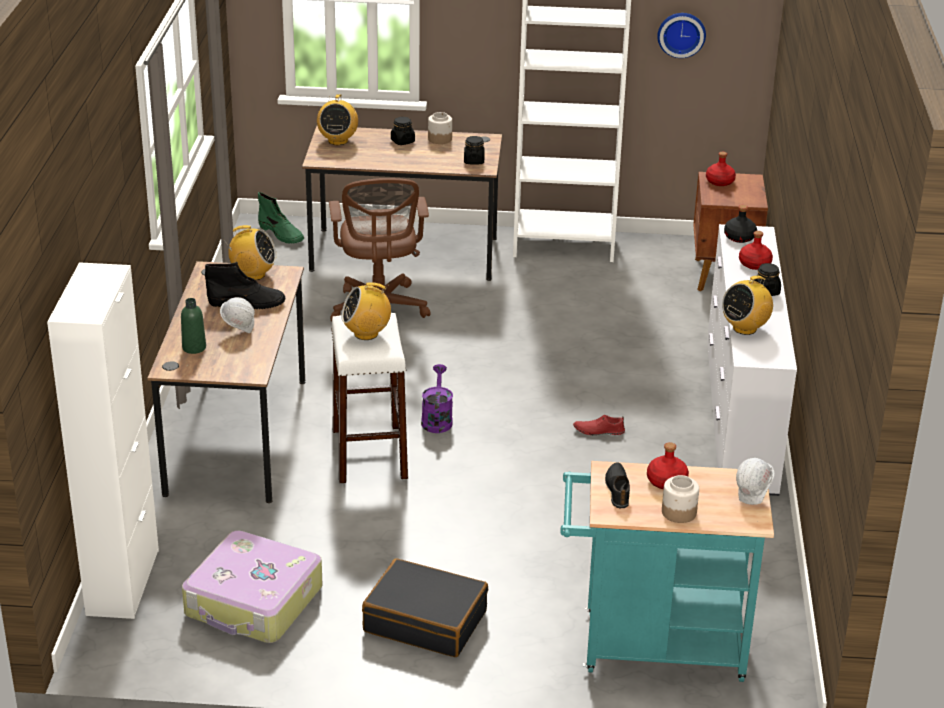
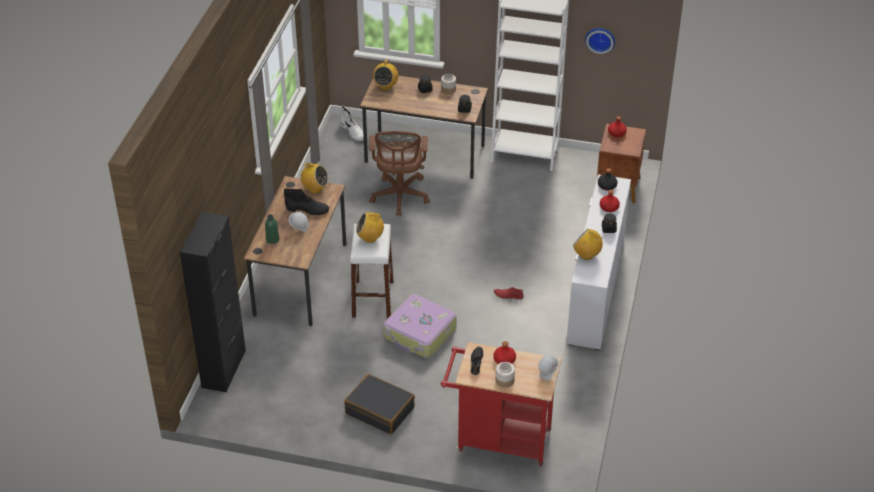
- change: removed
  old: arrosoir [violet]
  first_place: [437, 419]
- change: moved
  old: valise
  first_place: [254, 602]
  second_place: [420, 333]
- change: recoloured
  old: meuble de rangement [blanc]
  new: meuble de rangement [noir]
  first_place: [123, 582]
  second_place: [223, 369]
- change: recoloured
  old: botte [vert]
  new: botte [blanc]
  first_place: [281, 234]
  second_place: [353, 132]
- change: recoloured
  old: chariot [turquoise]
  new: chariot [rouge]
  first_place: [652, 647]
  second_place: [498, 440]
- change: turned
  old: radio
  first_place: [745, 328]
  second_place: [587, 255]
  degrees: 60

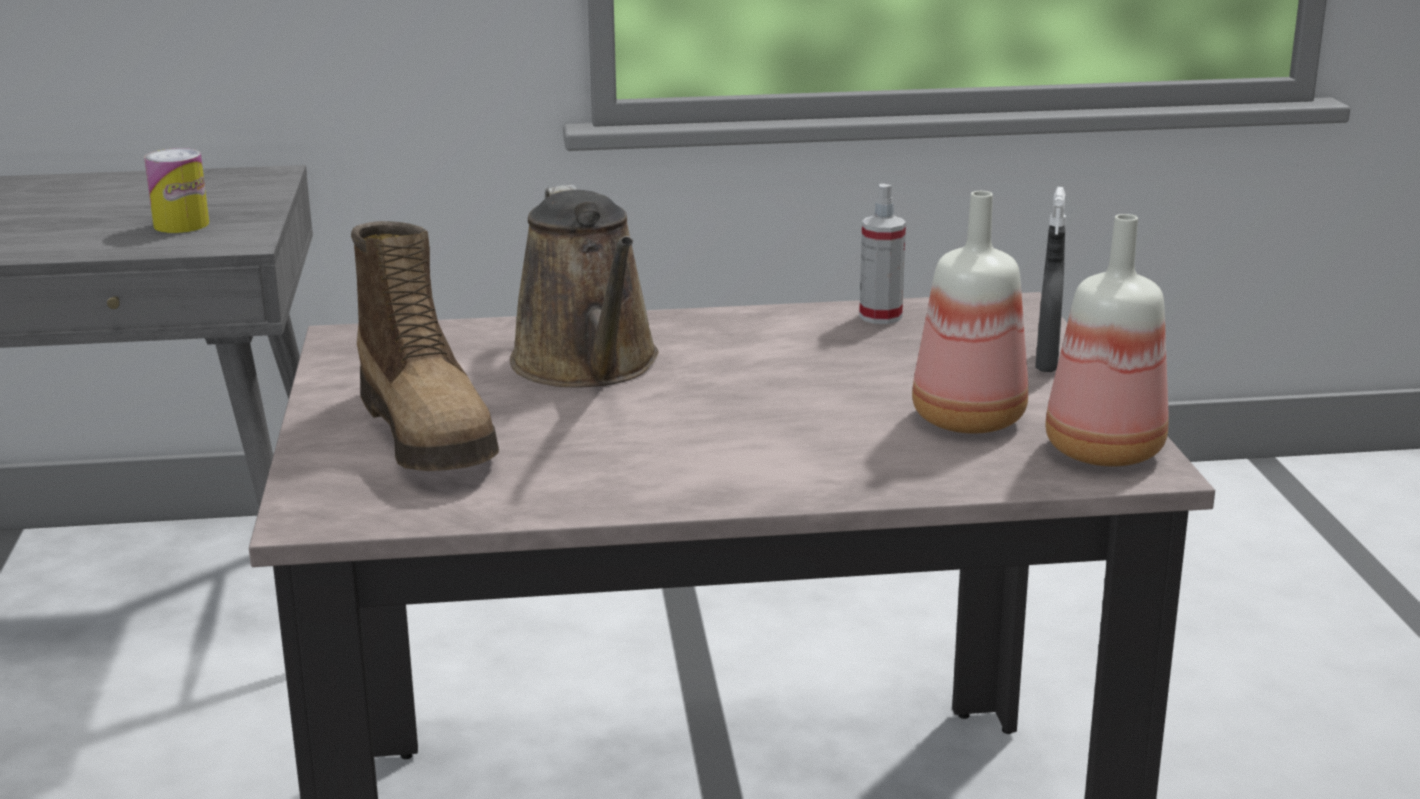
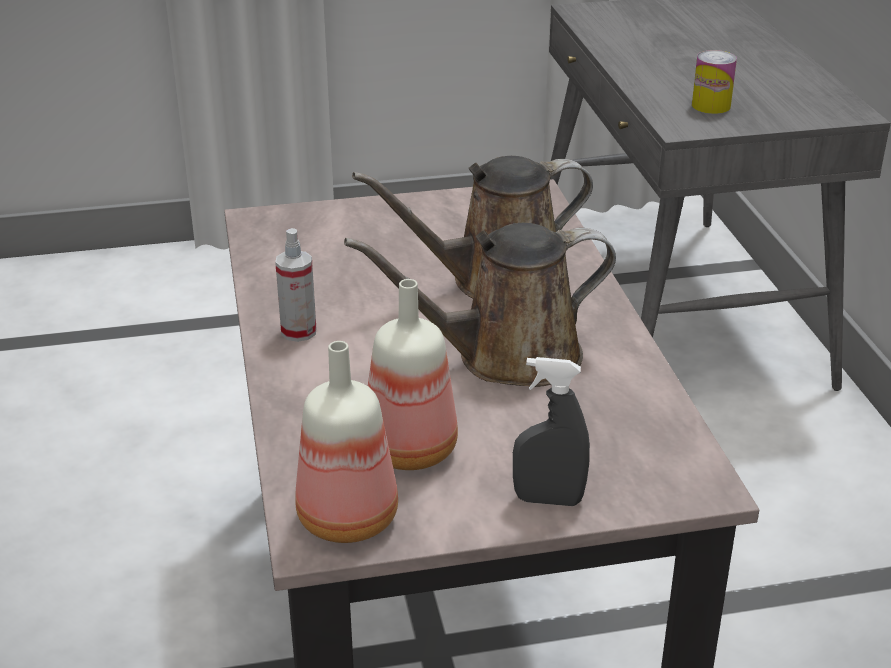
- change: removed
  old: botte
  first_place: [429, 433]
- change: added
  new: arrosoir [marron]
  second_place: [506, 357]
- change: moved
  old: vaporisateur
  first_place: [880, 316]
  second_place: [298, 331]

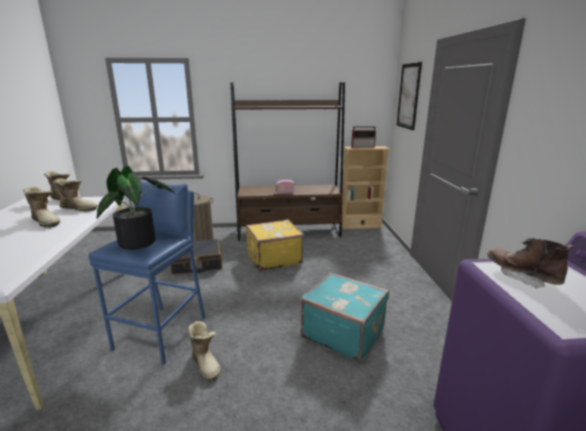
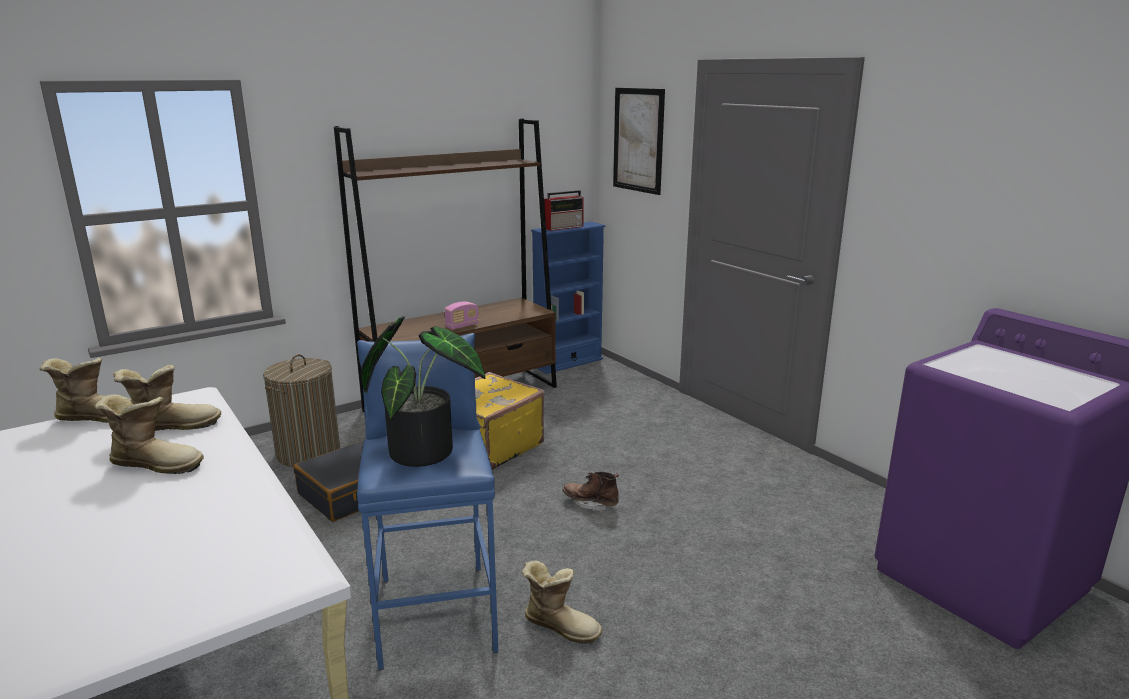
- change: removed
  old: valise [turquoise]
  first_place: [343, 332]
- change: moved
  old: botte [marron]
  first_place: [521, 277]
  second_place: [590, 503]
- change: recoloured
  old: bibliothèque [beige]
  new: bibliothèque [bleu]
  first_place: [361, 226]
  second_place: [568, 363]

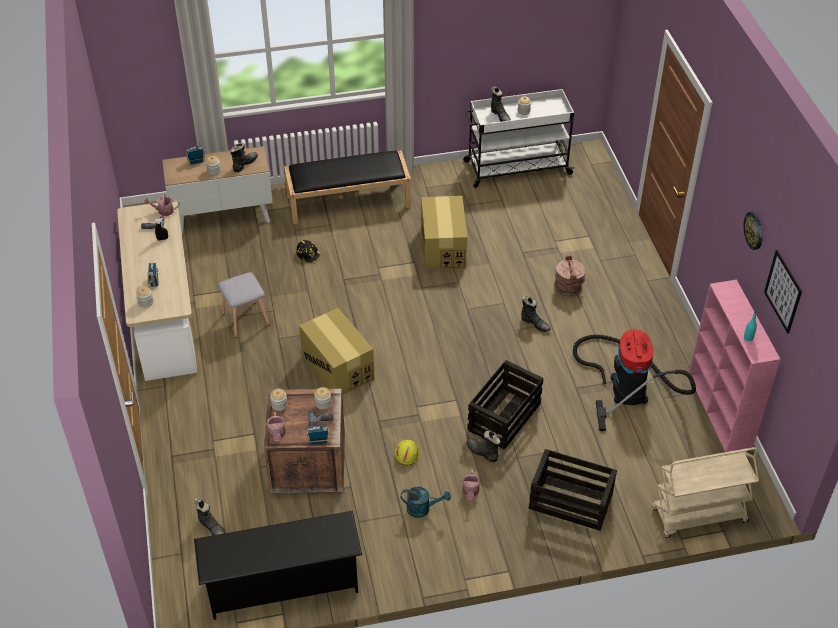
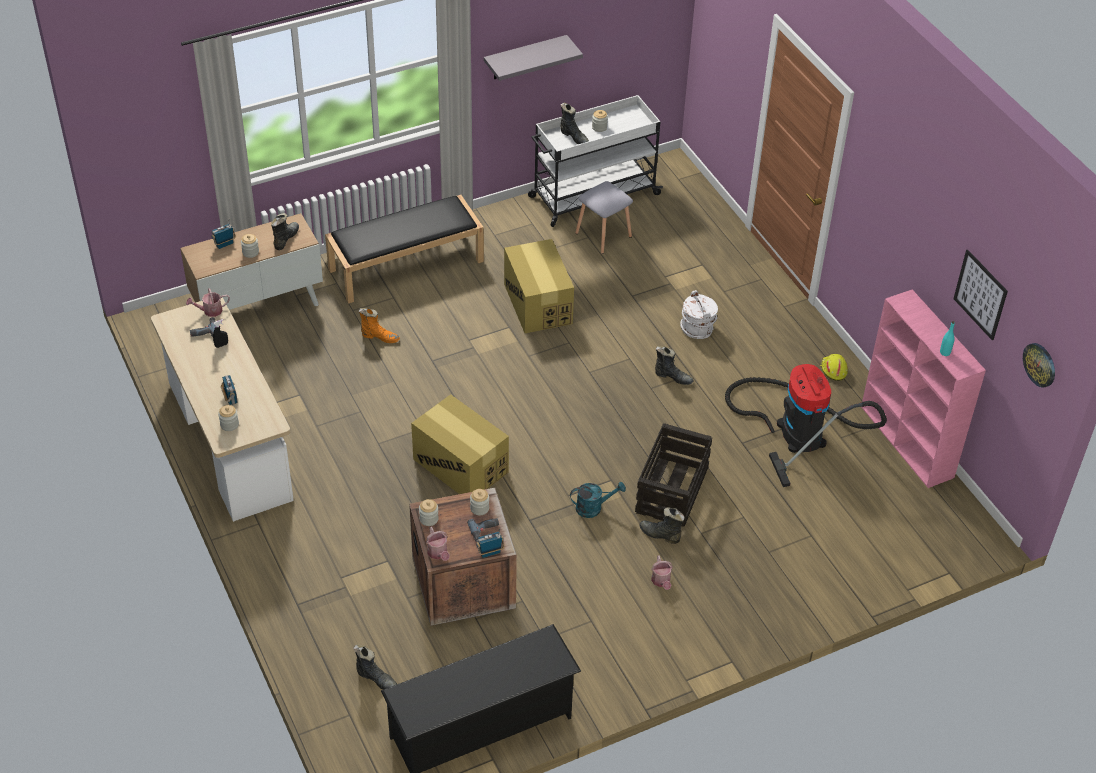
- change: removed
  old: caisse
  first_place: [571, 502]
- change: removed
  old: chariot [beige]
  first_place: [698, 516]
- change: added
  new: étagère [gris]
  second_place: [525, 58]
- change: moved
  old: tabouret [gris]
  first_place: [246, 319]
  second_place: [604, 235]
- change: moved
  old: casque de chantier [jaune]
  first_place: [406, 454]
  second_place: [833, 370]
- change: moved
  old: arrosoir [turquoise]
  first_place: [422, 509]
  second_place: [593, 508]
- change: moved
  old: horloge murale
  first_place: [754, 230]
  second_place: [1040, 364]
- change: replaced
  old: casque de chantier [noir]
  new: botte [orange]
  first_place: [308, 254]
  second_place: [379, 337]
- change: recoloured
  old: seau [marron]
  new: seau [blanc]
  first_place: [568, 287]
  second_place: [697, 328]

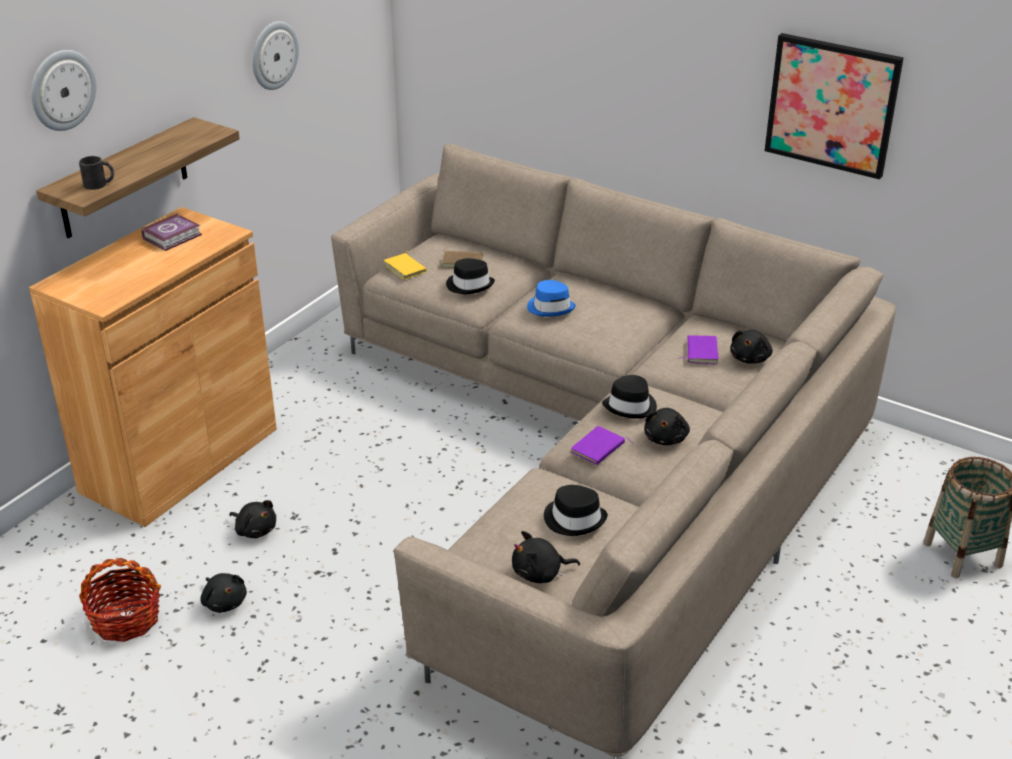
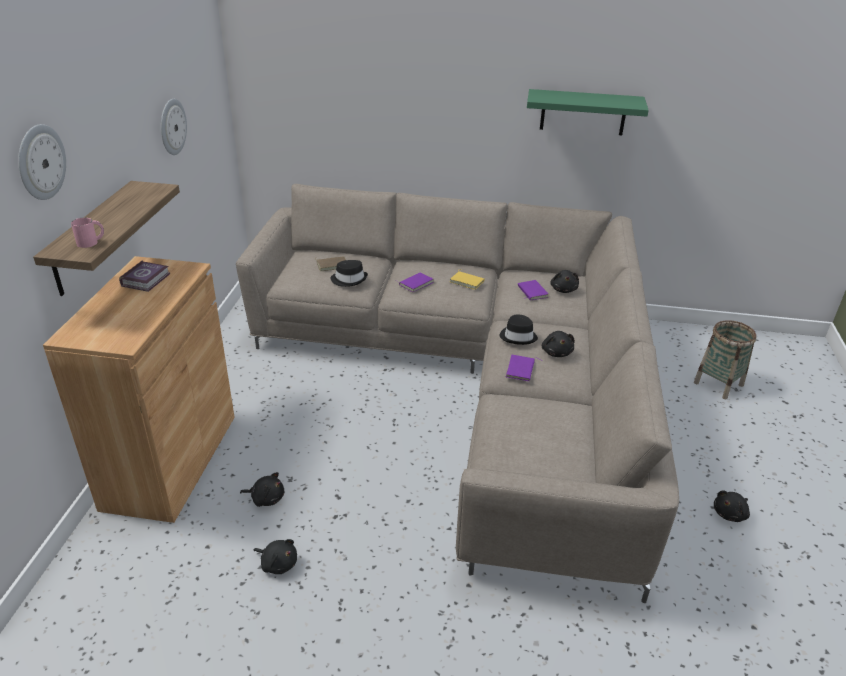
- change: removed
  old: panier
  first_place: [125, 619]
- change: removed
  old: chapeau [noir]
  first_place: [574, 519]
- change: moved
  old: livre [jaune]
  first_place: [406, 268]
  second_place: [467, 281]
- change: moved
  old: peluche [noir]
  first_place: [540, 573]
  second_place: [730, 514]
- change: replaced
  old: chapeau [bleu]
  new: livre [violet]
  first_place: [550, 307]
  second_place: [415, 283]
- change: replaced
  old: tableau
  new: étagère [vert]
  first_place: [832, 105]
  second_place: [583, 112]
- change: recoloured
  old: mug [noir]
  new: mug [rose]
  first_place: [99, 184]
  second_place: [91, 242]

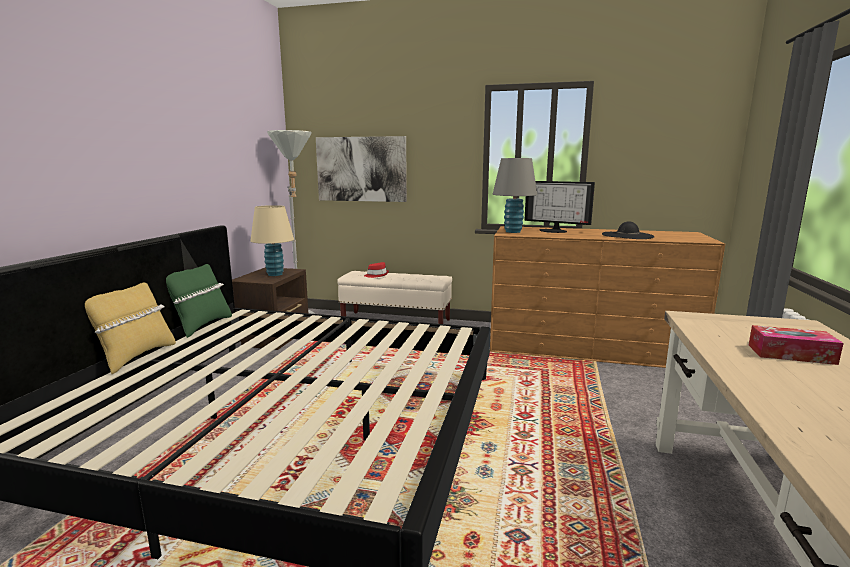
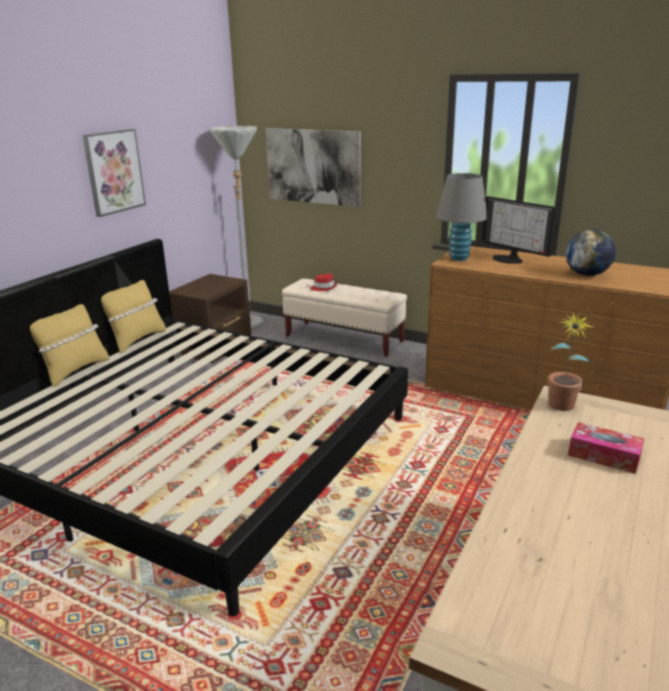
- change: removed
  old: lampe de table [beige]
  first_place: [275, 274]
- change: added
  new: tableau
  second_place: [114, 172]
- change: added
  new: plante en pot
  second_place: [561, 408]
- change: replaced
  old: chapeau [noir]
  new: globe
  first_place: [627, 235]
  second_place: [587, 274]
- change: recoloured
  old: coussin [vert]
  new: coussin [jaune]
  first_place: [201, 326]
  second_place: [136, 340]

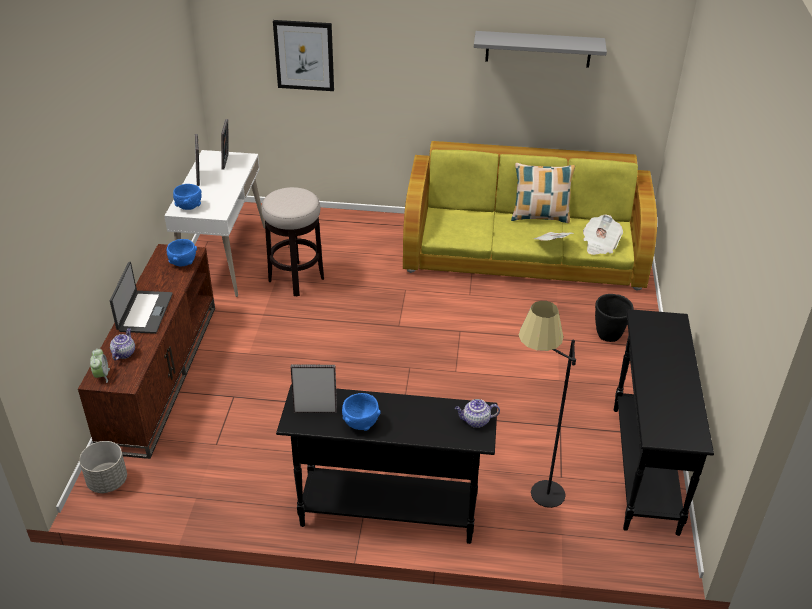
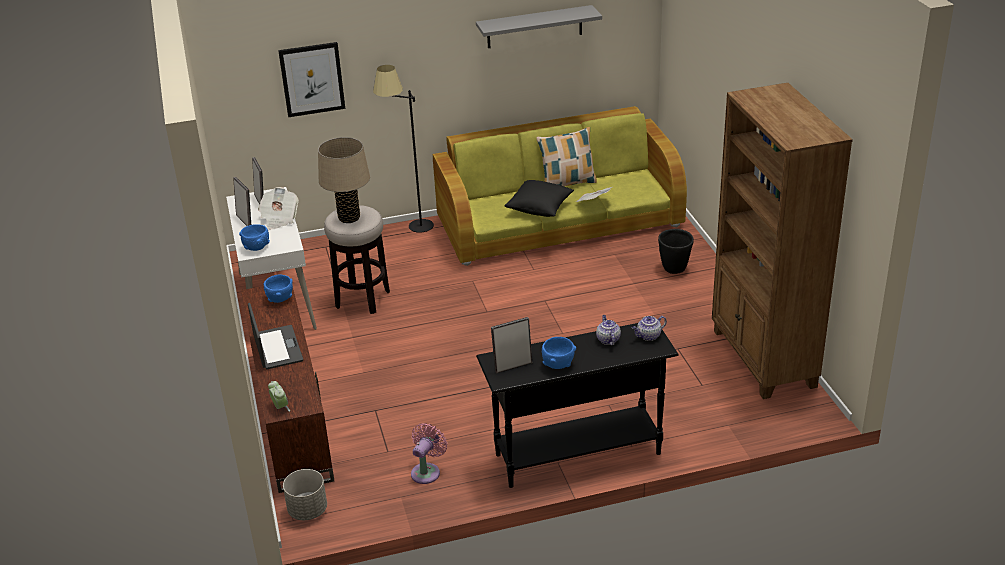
- change: added
  new: lampe de table [beige]
  second_place: [349, 218]
- change: added
  new: ventilateur [rose]
  second_place: [427, 471]
- change: added
  new: coussin [noir]
  second_place: [540, 208]
- change: moved
  old: théière
  first_place: [124, 353]
  second_place: [607, 339]
- change: moved
  old: lampadaire [noir]
  first_place: [532, 496]
  second_place: [411, 229]
- change: moved
  old: journal
  first_place: [599, 244]
  second_place: [279, 218]
- change: replaced
  old: table console [noir]
  new: bibliothèque [marron]
  first_place: [644, 468]
  second_place: [763, 359]

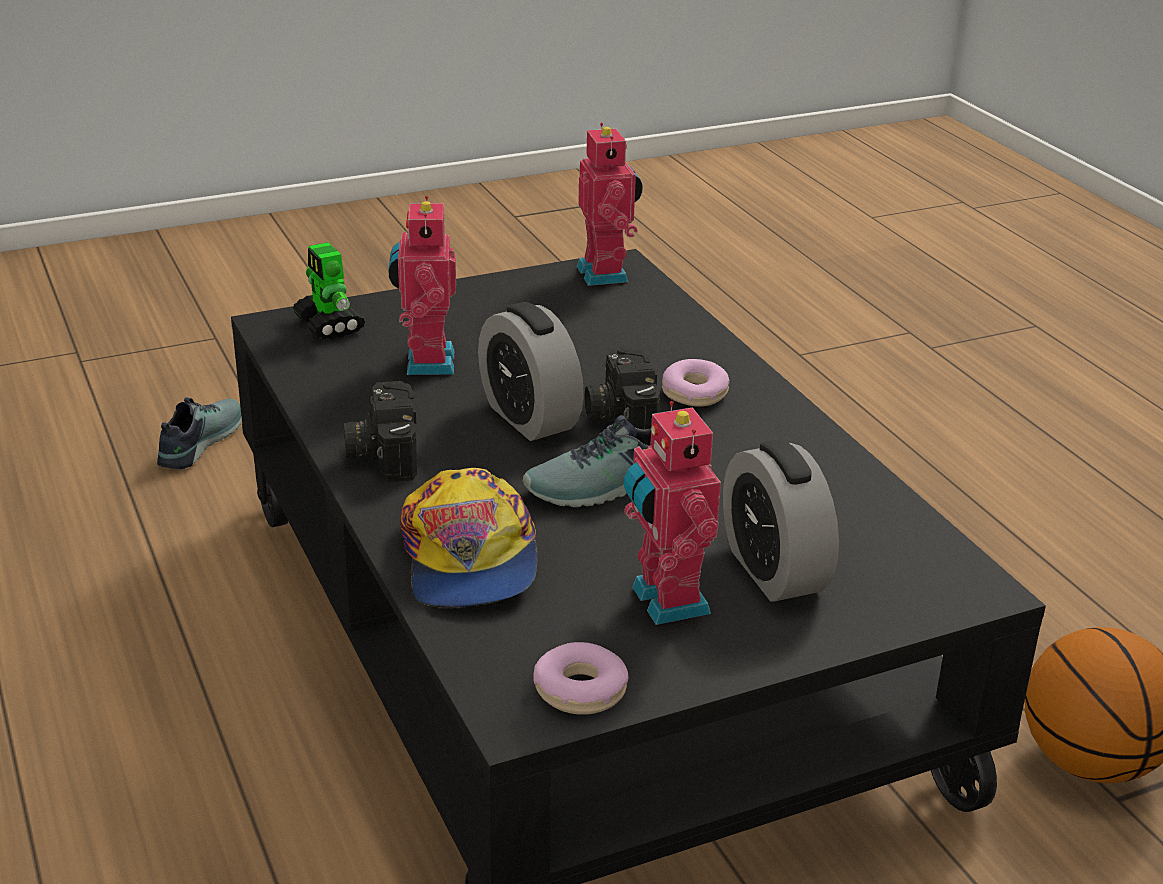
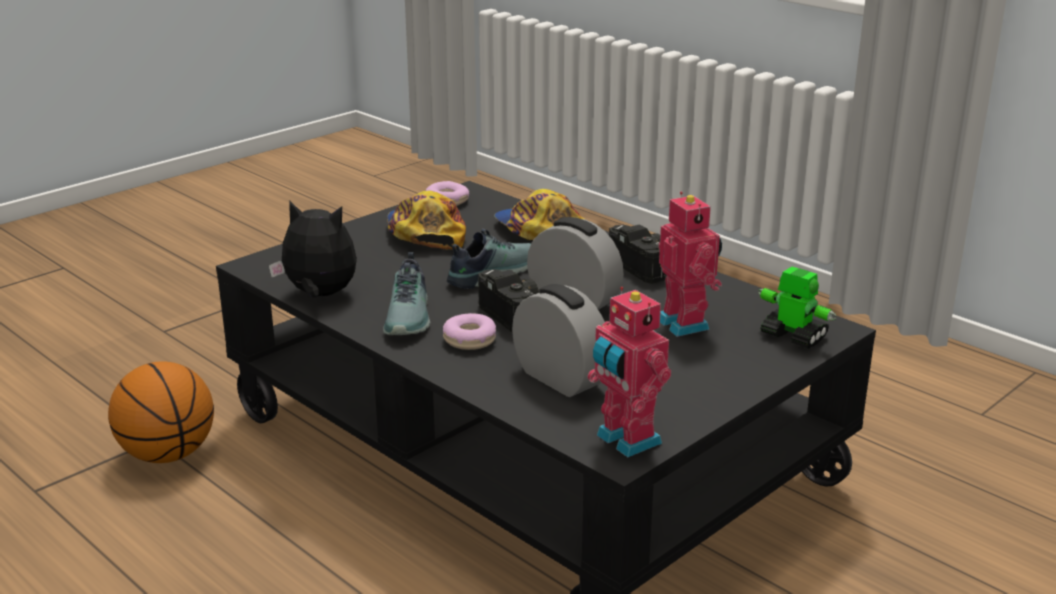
- change: added
  new: peluche
  second_place: [319, 295]
- change: moved
  old: chaussure
  first_place: [198, 442]
  second_place: [410, 316]
- change: moved
  old: réveil
  first_place: [773, 570]
  second_place: [560, 378]
- change: replaced
  old: robot jouet
  new: casquette
  first_place: [665, 601]
  second_place: [425, 233]

